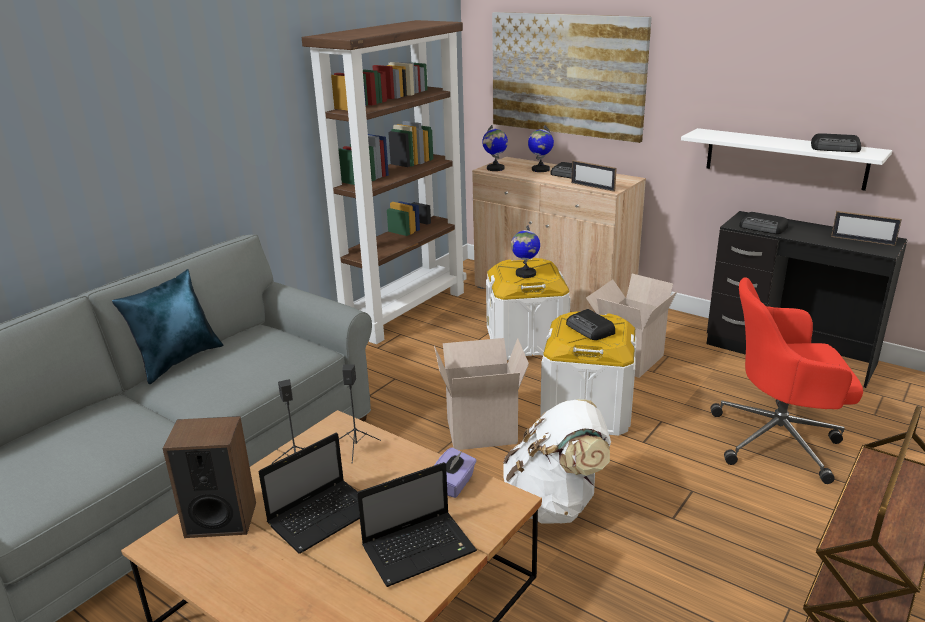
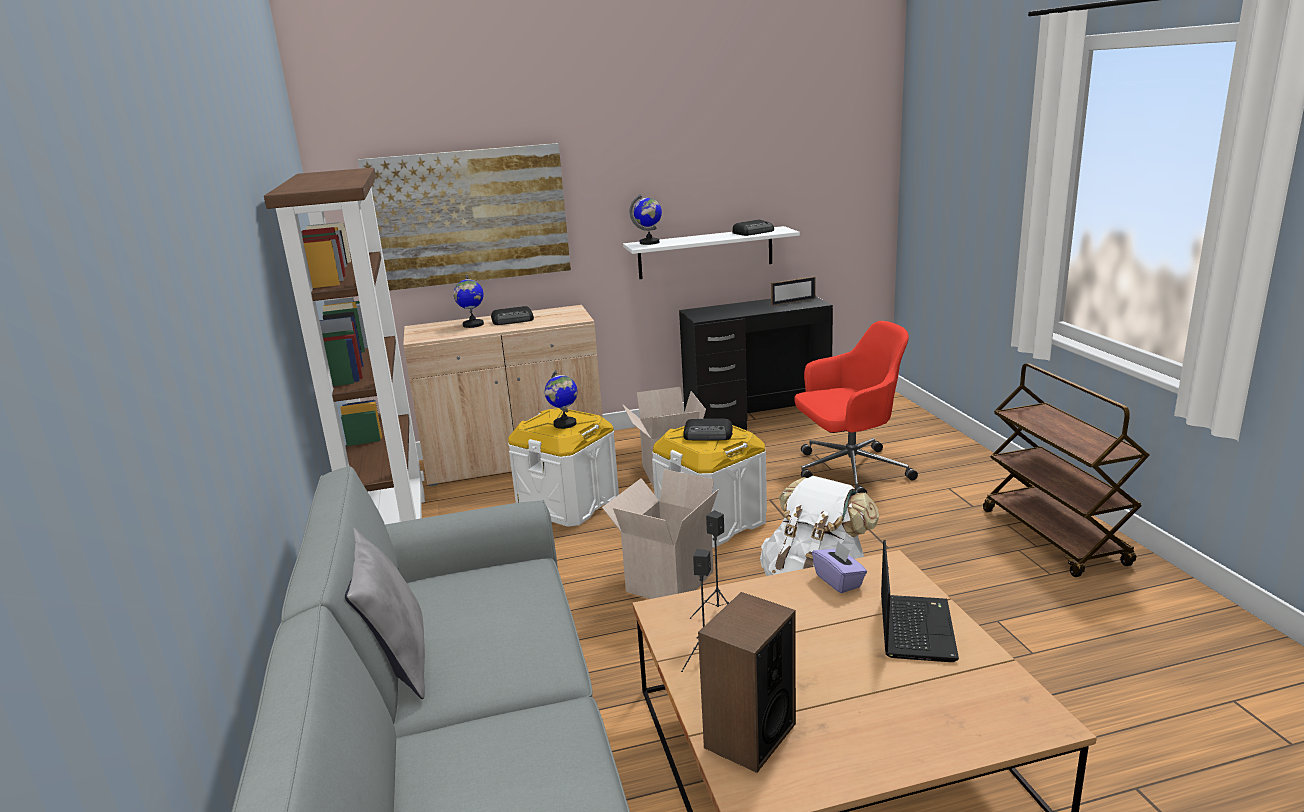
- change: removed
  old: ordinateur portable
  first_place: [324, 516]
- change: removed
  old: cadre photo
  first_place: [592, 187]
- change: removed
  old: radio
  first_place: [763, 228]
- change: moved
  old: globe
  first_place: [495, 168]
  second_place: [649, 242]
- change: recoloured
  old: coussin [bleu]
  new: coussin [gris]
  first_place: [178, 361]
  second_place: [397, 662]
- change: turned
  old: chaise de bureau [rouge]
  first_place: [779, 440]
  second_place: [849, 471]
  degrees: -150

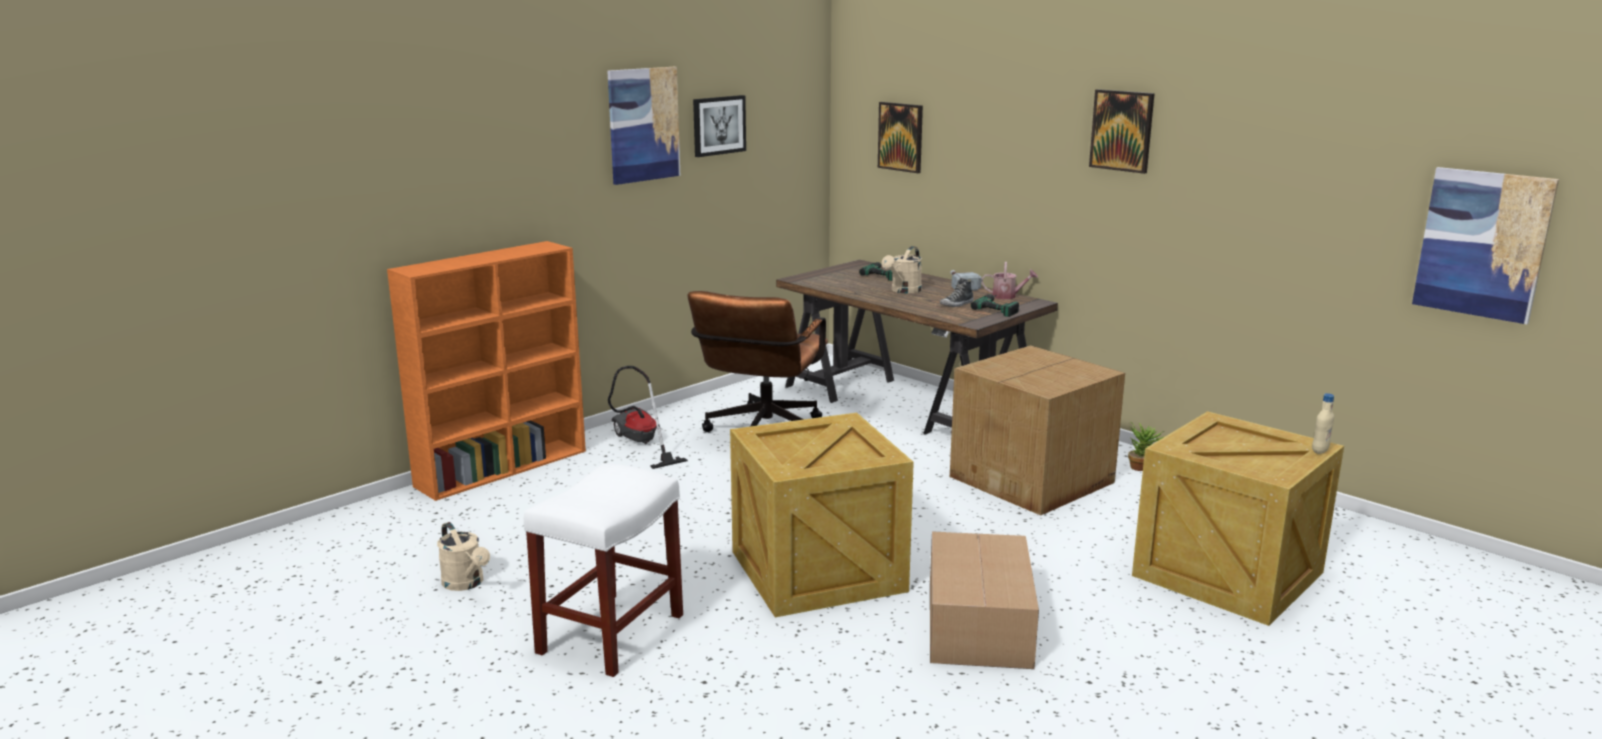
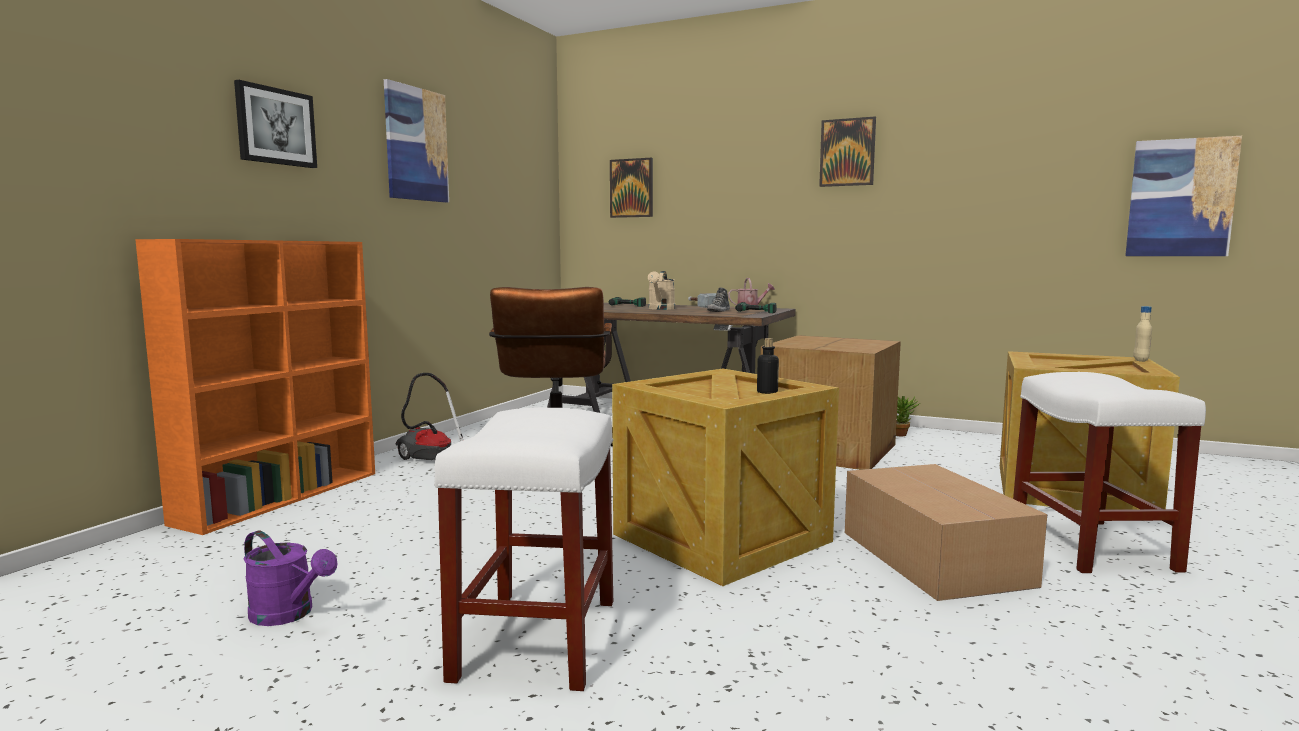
- change: added
  new: bouteille
  second_place: [767, 392]
- change: added
  new: tabouret [blanc]
  second_place: [1093, 546]
- change: moved
  old: tableau
  first_place: [718, 125]
  second_place: [275, 126]
- change: recoloured
  old: arrosoir [beige]
  new: arrosoir [violet]
  first_place: [466, 584]
  second_place: [289, 615]

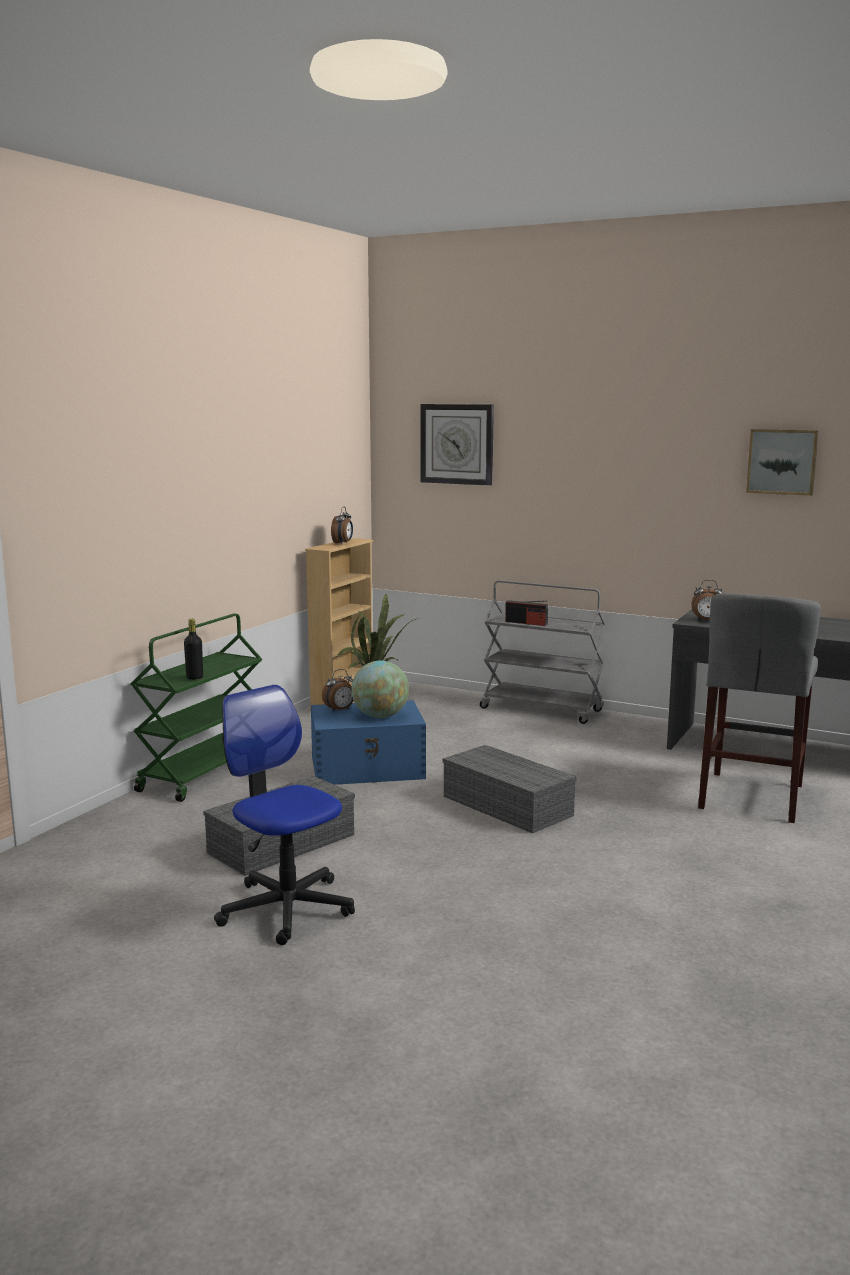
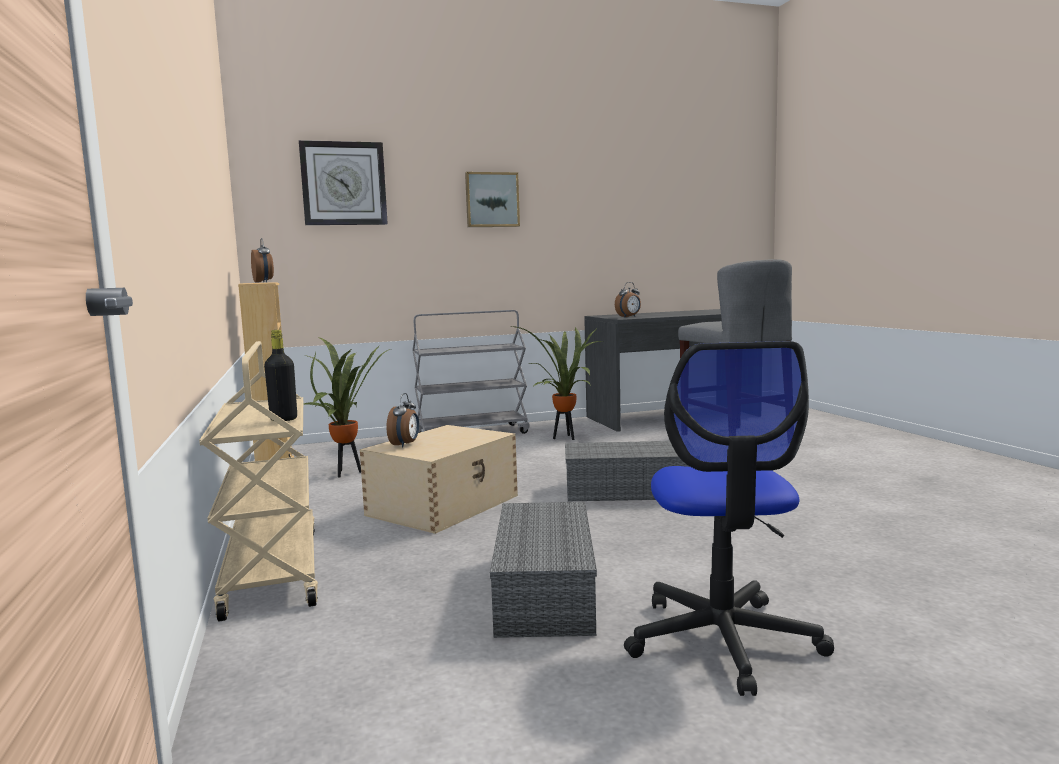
- change: removed
  old: globe
  first_place: [380, 716]
- change: removed
  old: radio
  first_place: [526, 623]
- change: added
  new: plante en pot
  second_place: [563, 438]
- change: moved
  old: tableau
  first_place: [782, 461]
  second_place: [492, 200]
- change: recoloured
  old: chariot [vert]
  new: chariot [beige]
  first_place: [203, 773]
  second_place: [271, 570]
- change: recoloured
  old: boîte de rangement [bleu]
  new: boîte de rangement [beige]
  first_place: [368, 768]
  second_place: [445, 505]
- change: turned
  old: chaise de bureau
  first_place: [286, 908]
  second_place: [723, 640]
  degrees: -90

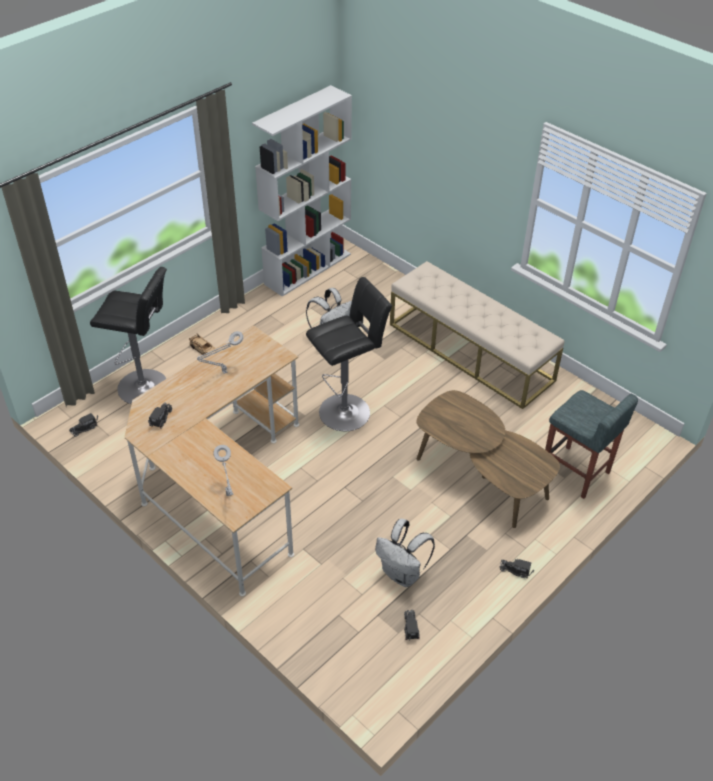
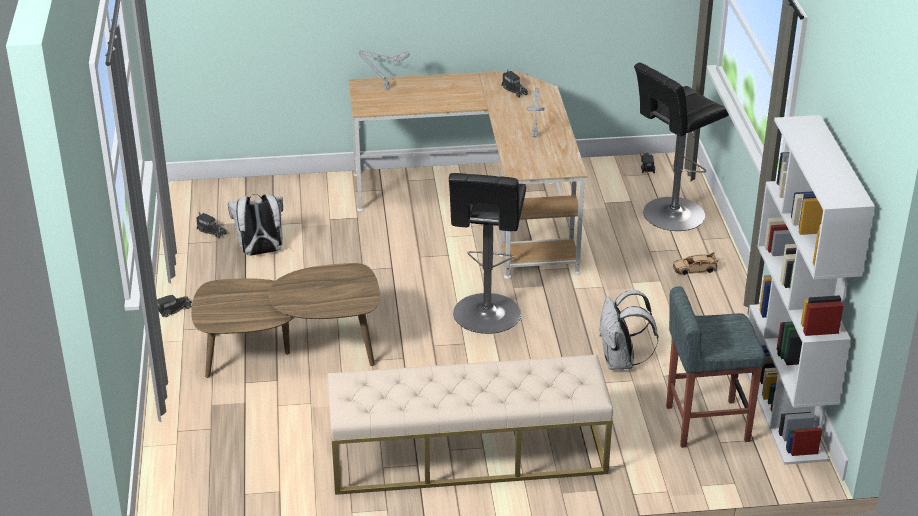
- change: moved
  old: tabouret [gris]
  first_place: [576, 472]
  second_place: [705, 423]

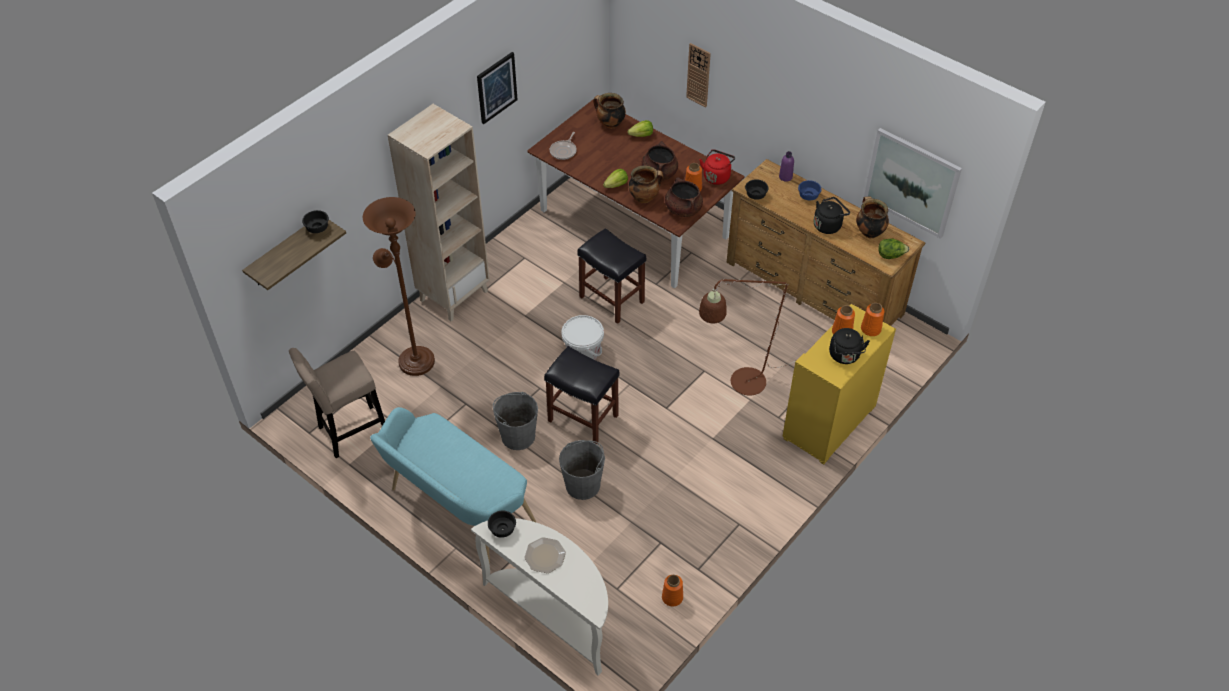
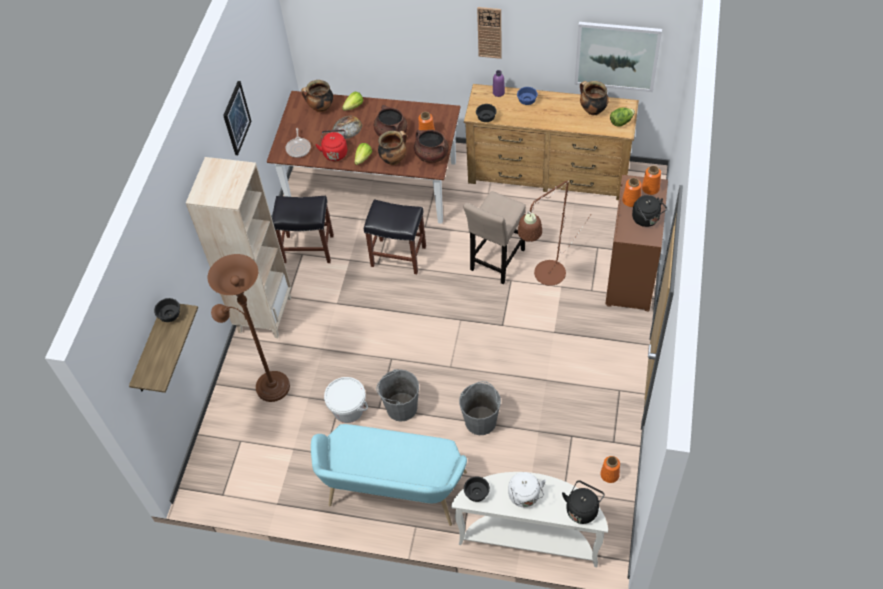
- change: added
  new: pain
  second_place: [347, 128]
- change: moved
  old: tabouret [beige]
  first_place: [349, 432]
  second_place: [496, 262]
- change: moved
  old: tabouret [noir]
  first_place: [582, 418]
  second_place: [307, 249]
- change: moved
  old: seau [blanc]
  first_place: [583, 351]
  second_place: [348, 409]
- change: moved
  old: horloge murale
  first_place: [698, 75]
  second_place: [489, 32]
- change: moved
  old: bouilloire [rouge]
  first_place: [717, 176]
  second_place: [335, 152]
- change: moved
  old: bouilloire [noir]
  first_place: [828, 225]
  second_place: [582, 508]
- change: replaced
  old: assiette
  new: bouilloire [blanc]
  first_place: [544, 556]
  second_place: [525, 497]
- change: recoloured
  old: meuble de rangement [jaune]
  new: meuble de rangement [marron]
  first_place: [830, 423]
  second_place: [631, 276]

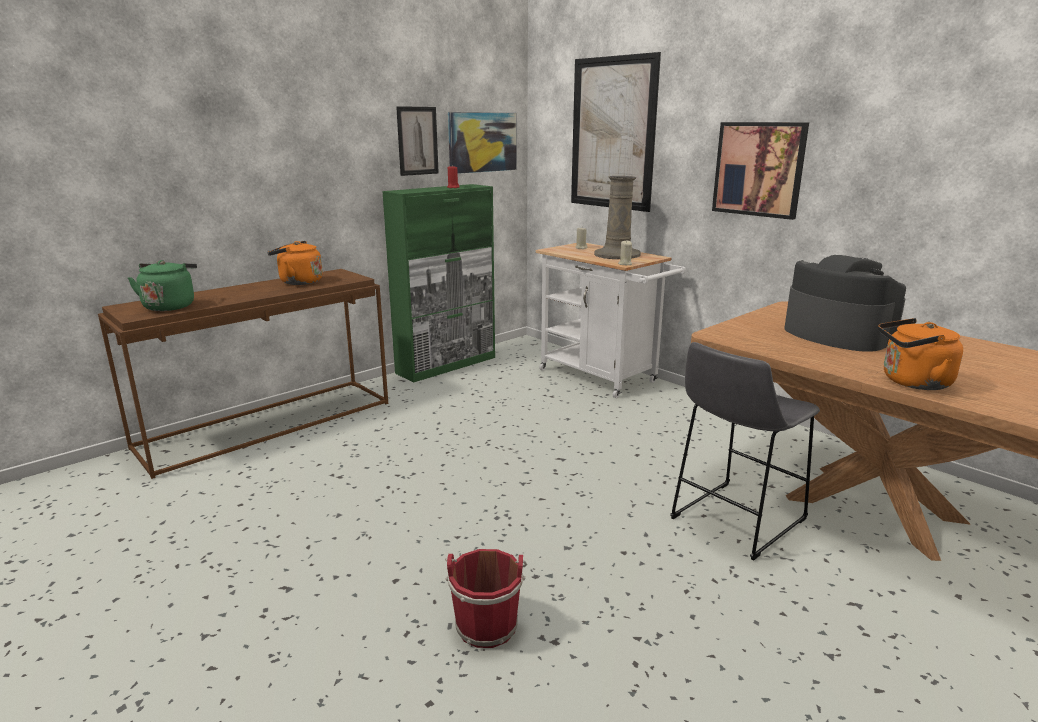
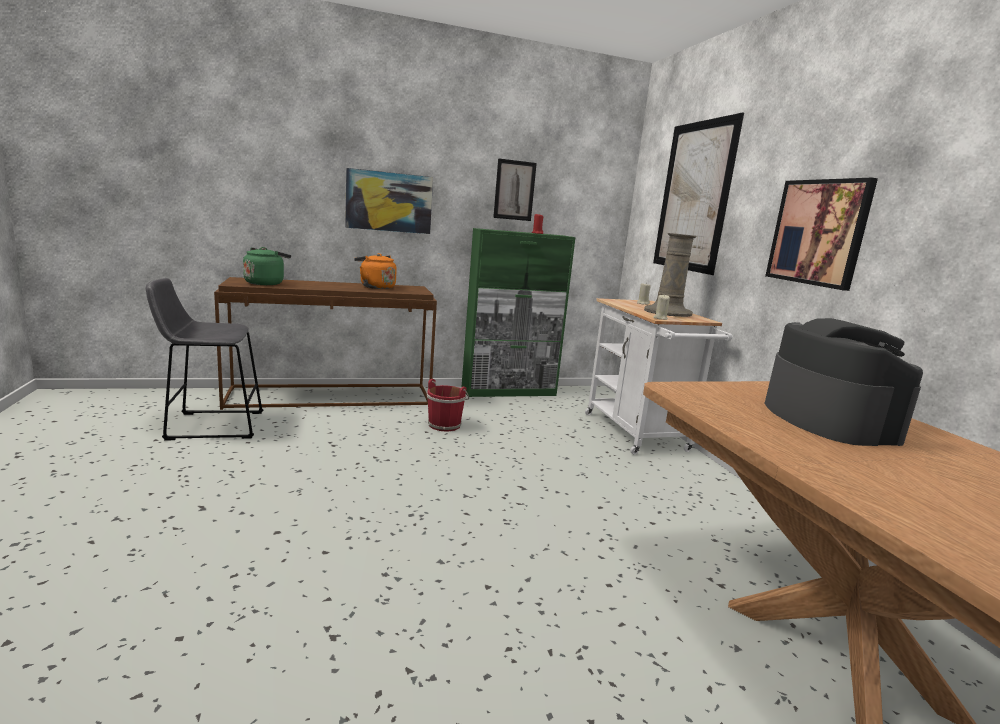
- change: removed
  old: bouilloire [orange]
  first_place: [912, 382]
- change: moved
  old: seau [rouge]
  first_place: [486, 624]
  second_place: [445, 424]
- change: moved
  old: tableau
  first_place: [482, 142]
  second_place: [389, 202]
- change: moved
  old: tabouret [gris]
  first_place: [733, 521]
  second_place: [210, 425]

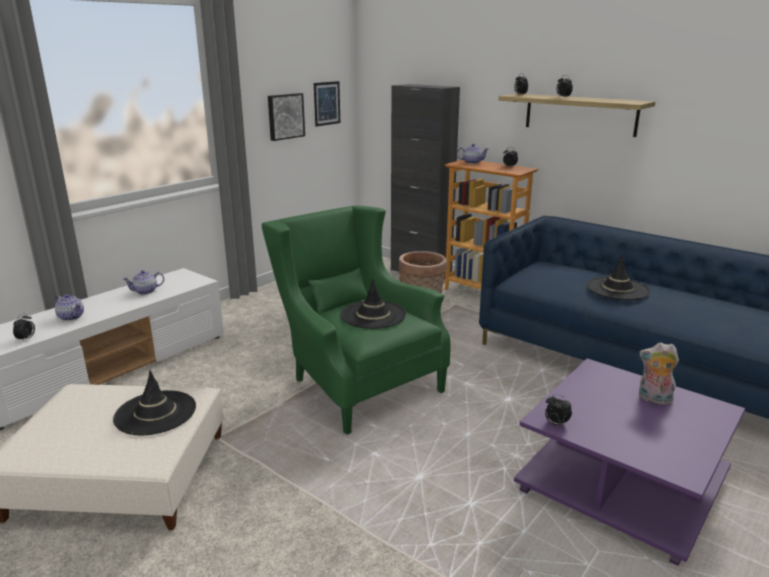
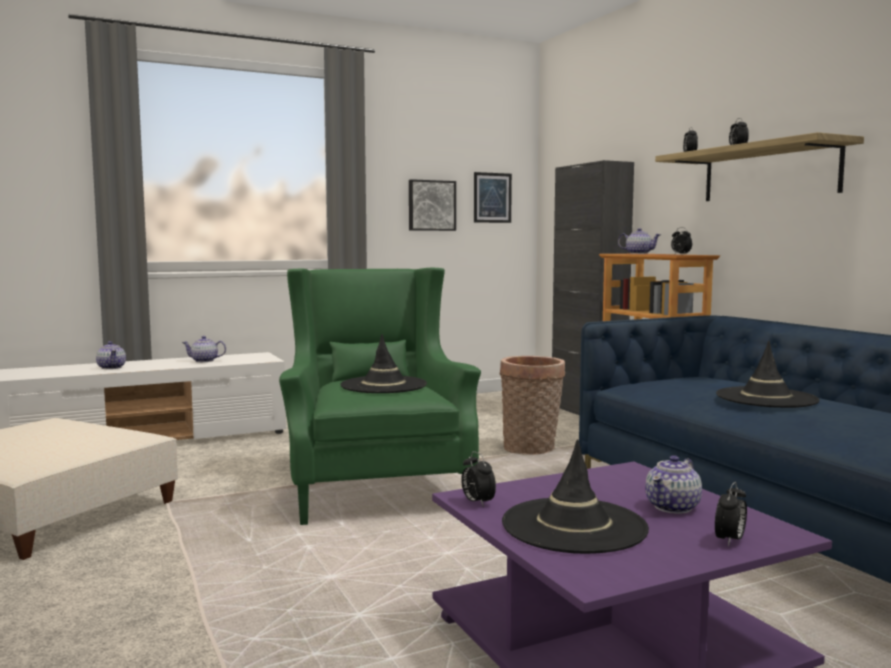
- change: moved
  old: réveil
  first_place: [26, 339]
  second_place: [730, 540]
- change: moved
  old: chapeau [noir]
  first_place: [155, 413]
  second_place: [573, 526]
- change: replaced
  old: peluche
  new: théière
  first_place: [653, 399]
  second_place: [673, 507]

